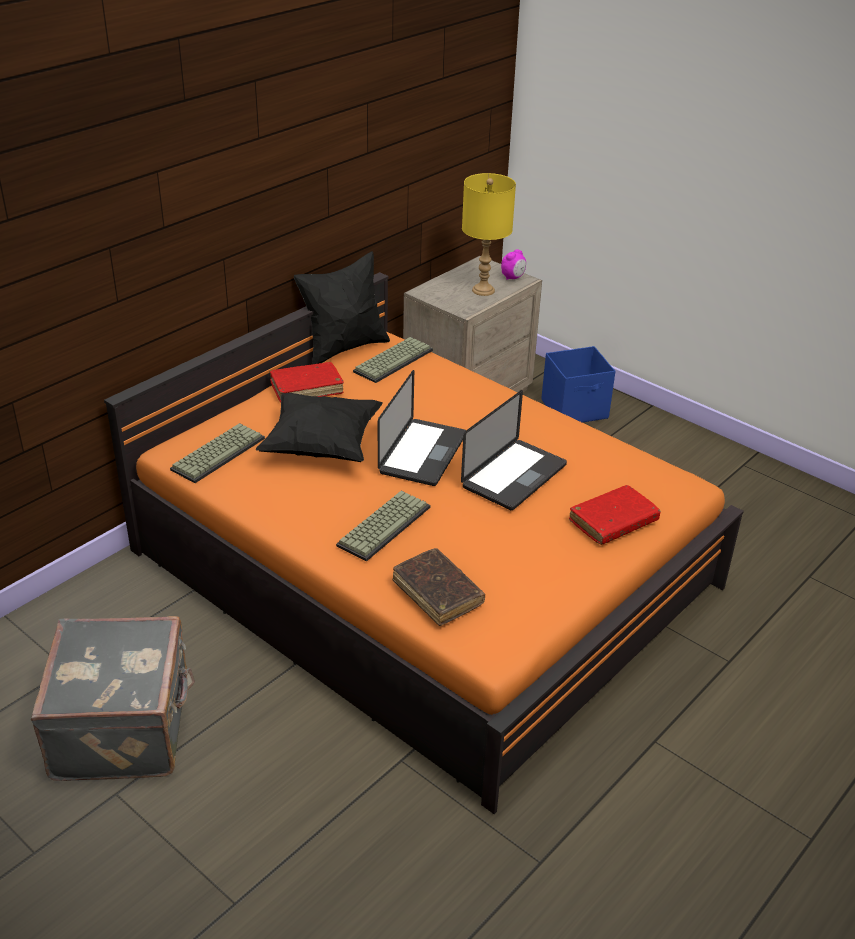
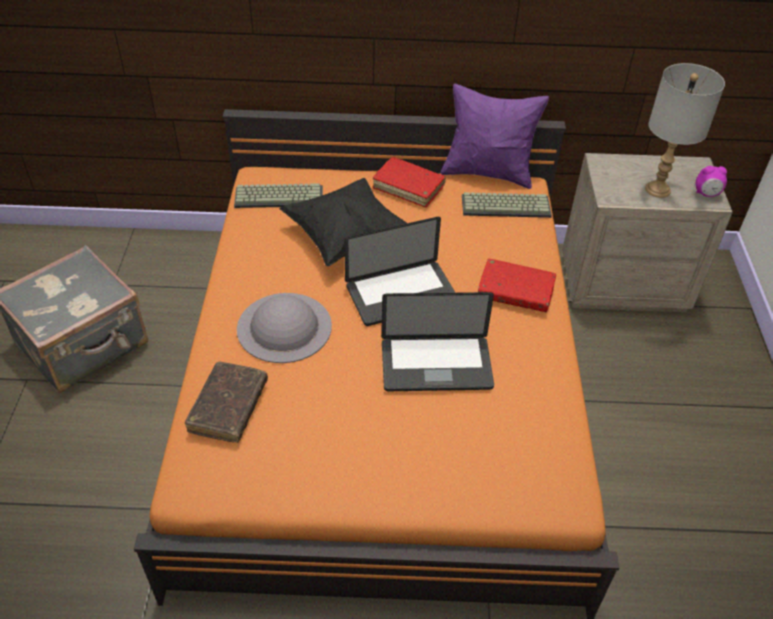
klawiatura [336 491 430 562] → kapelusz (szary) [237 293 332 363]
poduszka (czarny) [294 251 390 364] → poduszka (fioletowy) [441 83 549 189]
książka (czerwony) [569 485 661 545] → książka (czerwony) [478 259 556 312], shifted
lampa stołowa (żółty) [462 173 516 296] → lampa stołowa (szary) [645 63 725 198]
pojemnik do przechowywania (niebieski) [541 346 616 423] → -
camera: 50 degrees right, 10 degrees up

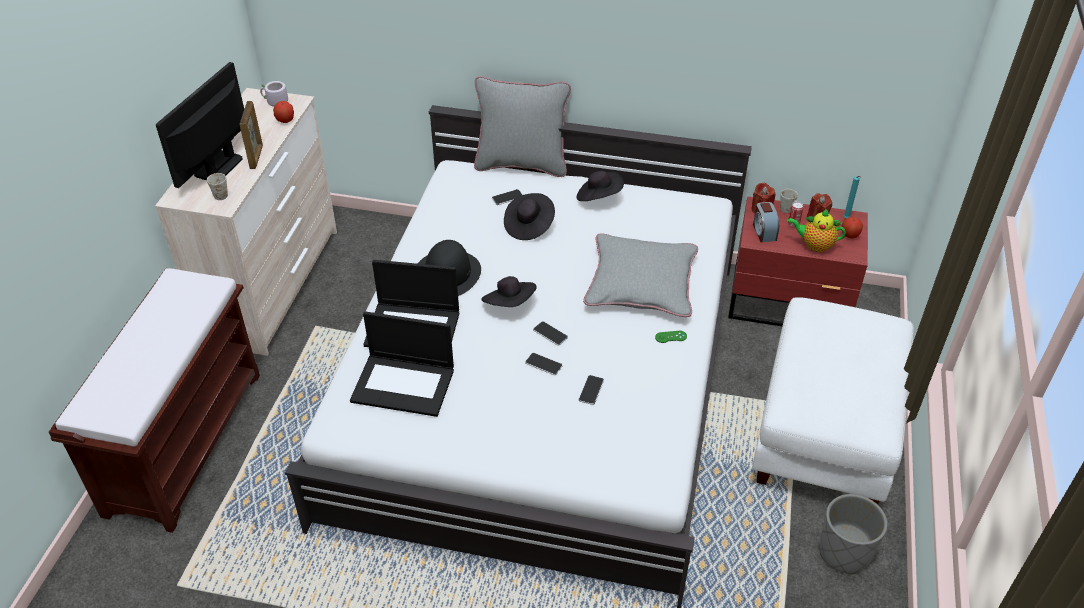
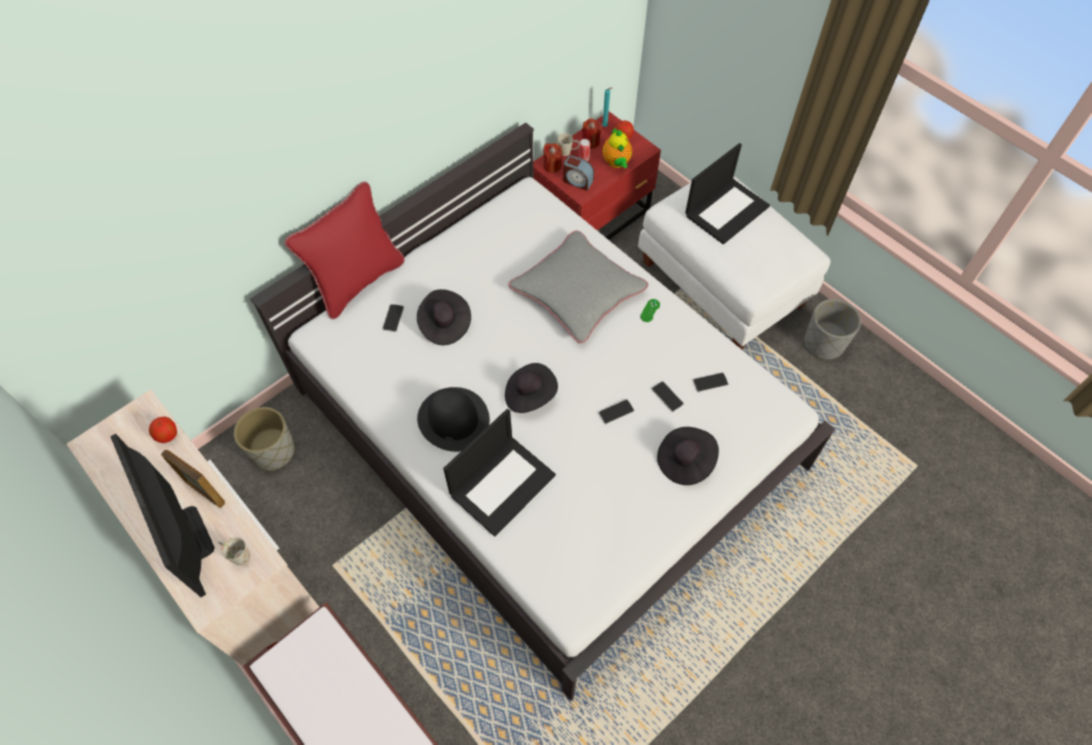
- → donica (szary) [234 407 295 471]
poduszka (szary) [474 76 571 177] → poduszka (czerwony) [285 182 405 319]
imbryk [787 209 846 252] → imbryk [602 128 632 168], 60 degrees counterclockwise
kapelusz (czarny) [577 171 624 201] → kapelusz (czarny) [657 427 719 485], shifted
laptop [350 311 454 417] → laptop [685 143 770 244], shifted
telefon [533 321 568 345] → telefon [693 373 728 392], shifted
kubek (szary) [260 81 288 107] → -
camera: 55 degrees left, 15 degrees up

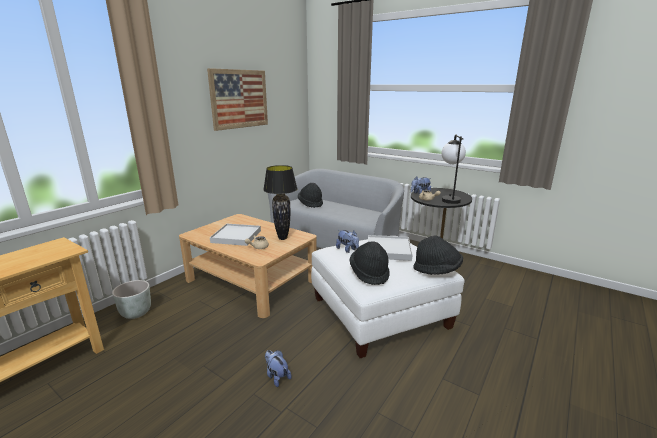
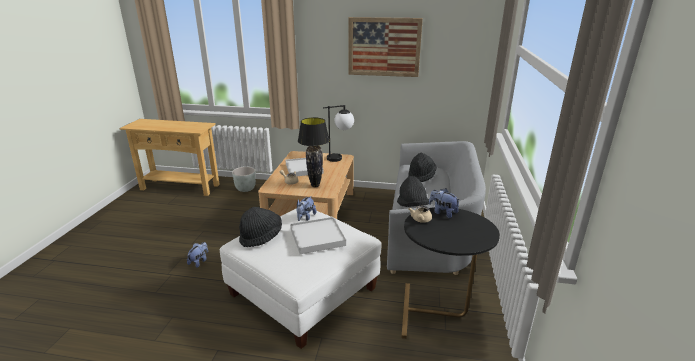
lampa stołowa [442 134 466 204] → lampa stołowa [323 105 354 162], shifted
kapelusz (czarny) [413 236 463 275] → kapelusz (czarny) [397 176 429 207], shifted
camera: 65 degrees right, 5 degrees up

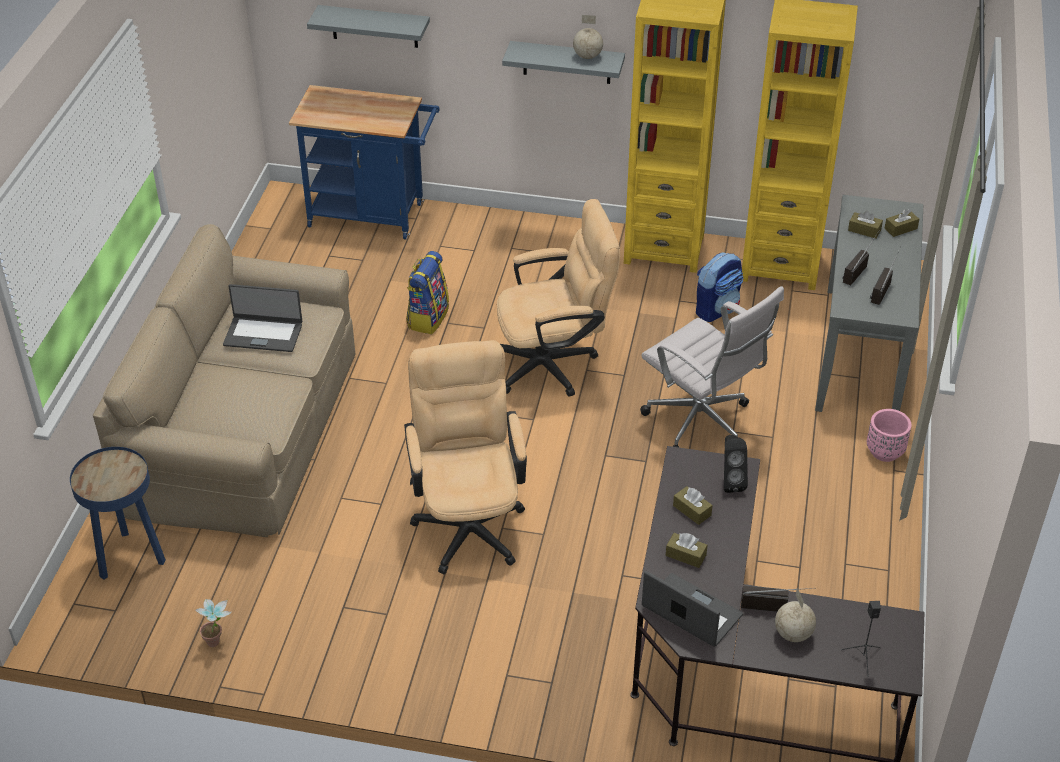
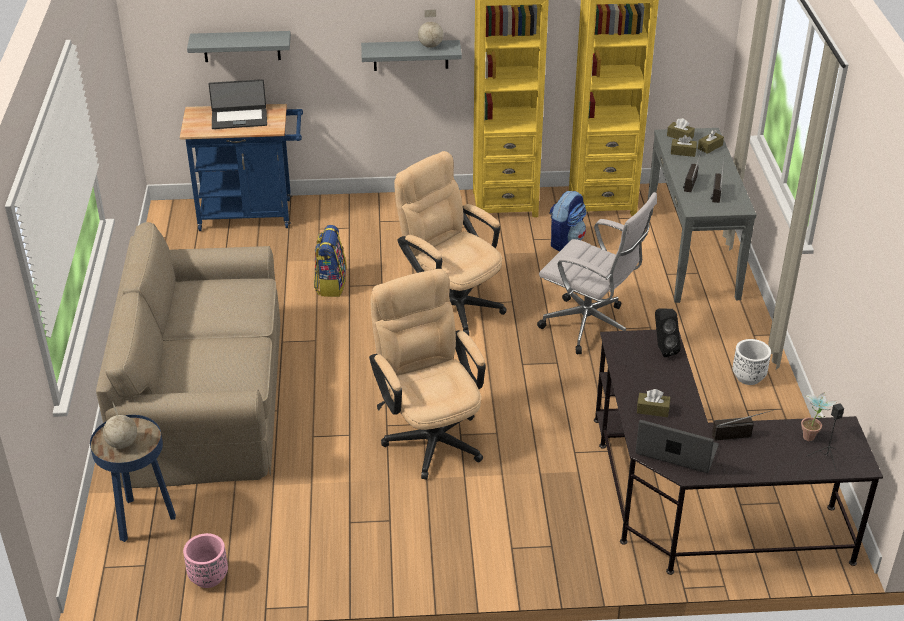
globus [775 588 816 642] → globus [103 401 137 448], shifted
donica (różowy) [867 409 912 462] → donica (różowy) [183 533 228 588], shifted
laptop [223 284 302 352] → laptop [208 79 267 129], shifted
krzesło biurowe (beżowy) [497 199 620 397] → krzesło biurowe (beżowy) [394 151 507 336], 105 degrees counterclockwise
pudełko chusteczek (brązowy) [673 486 712 525] → pudełko chusteczek (brązowy) [667 118 695 139], shifted
- → donica (biały) [733 339 771 385]
roślina doniczkowa [196 599 231 647] → roślina doniczkowa [801 392 837 441], shifted
camera: 15 degrees left, 5 degrees down

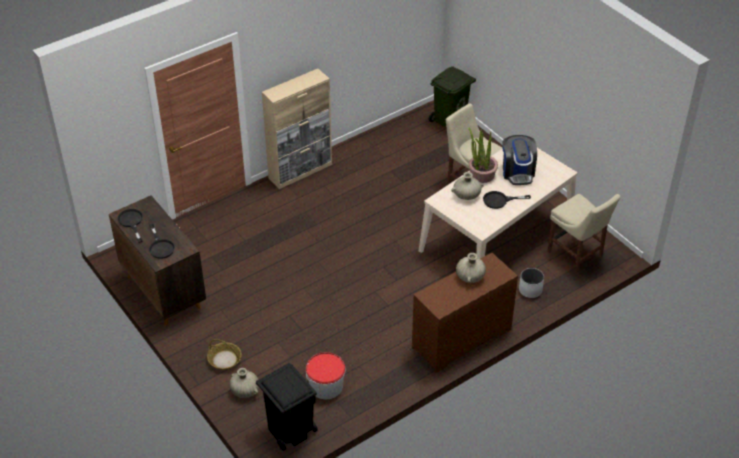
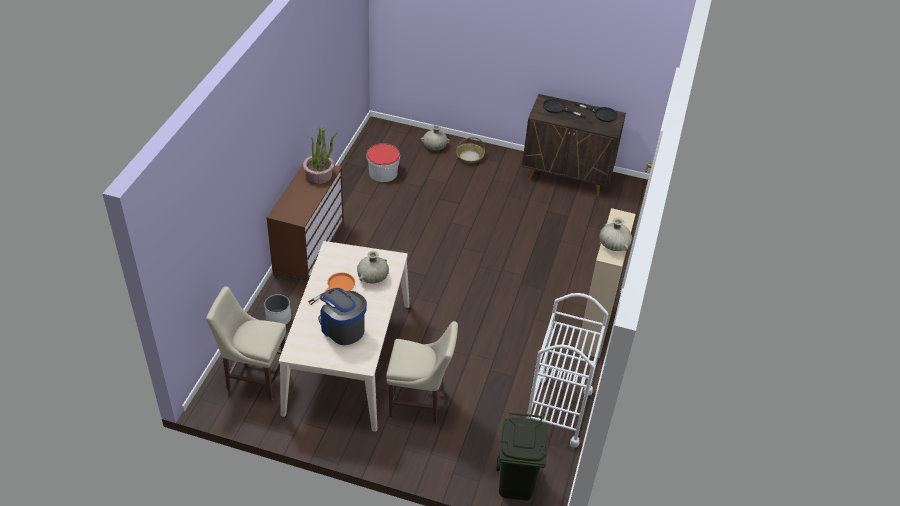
roślina doniczkowa [469 128 498 183] → roślina doniczkowa [303 125 338 184], shifted
patelnia (czarny) [483 191 531 209] → patelnia (pomarańczowy) [308 272 355 305]
- → wózek (biały) [527 293 608 447]
wazon (beżowy) [456 253 486 283] → wazon (beżowy) [599 217 632 251], shifted
kosz na śmieci (czarny) [256 363 318 451] → -
camera: 140 degrees right, 0 degrees up

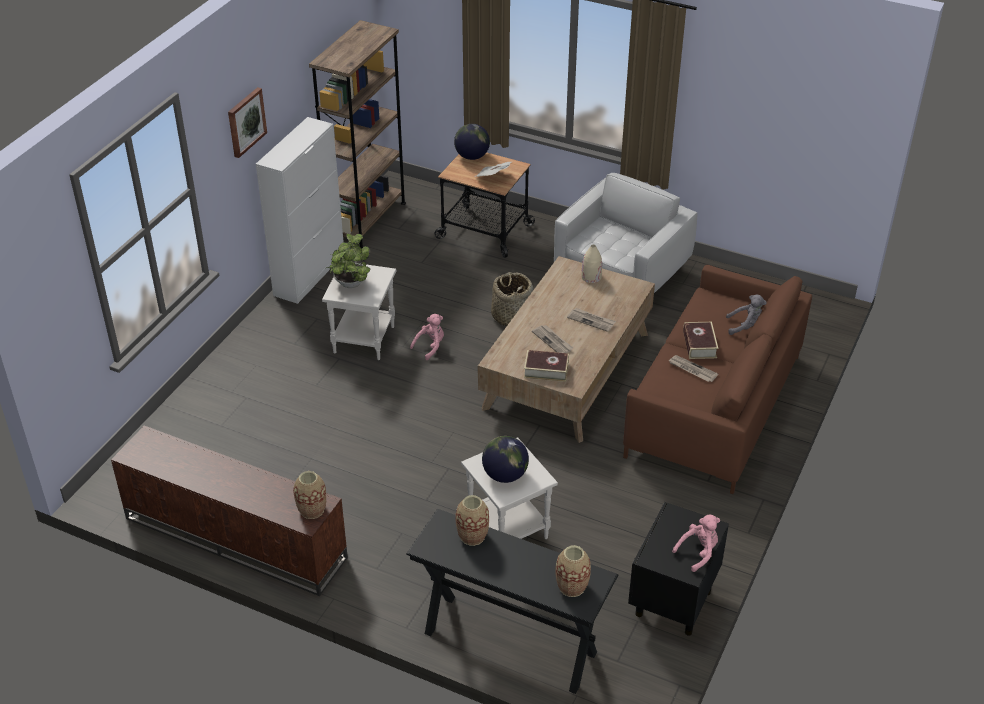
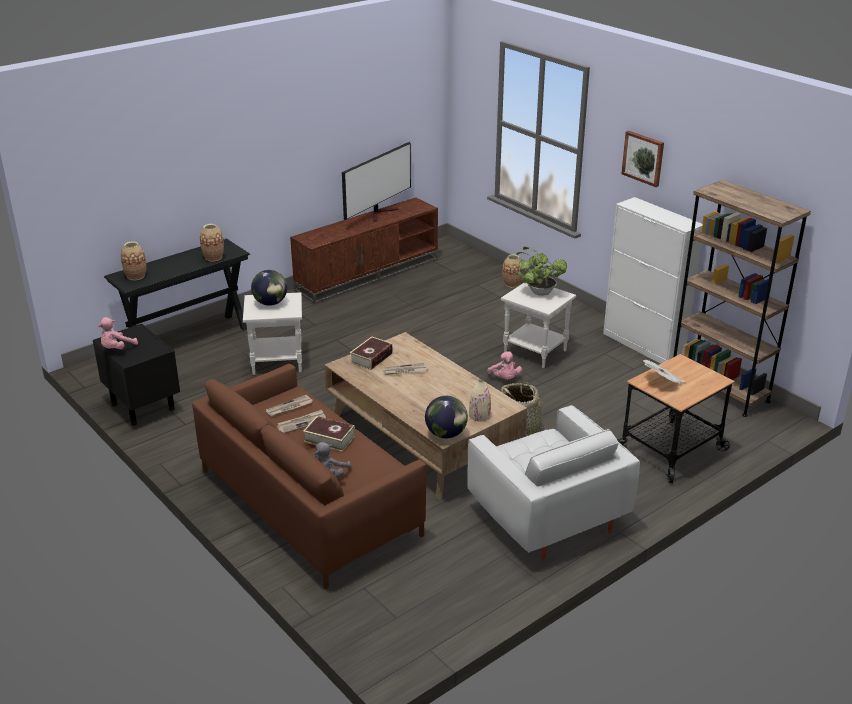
pluszak (różowy) [672 515 720 572] → pluszak (różowy) [98 317 138 349], 45 degrees clockwise
gazeta [567 308 616 332] → gazeta [266 395 313 417], shifted
- → telewizor [342 142 411 221]
globus [454 124 490 160] → globus [425 396 468 439], shifted
wazon [293 471 326 519] → wazon [503 254 523 287], shifted
camera: 115 degrees right, 10 degrees down

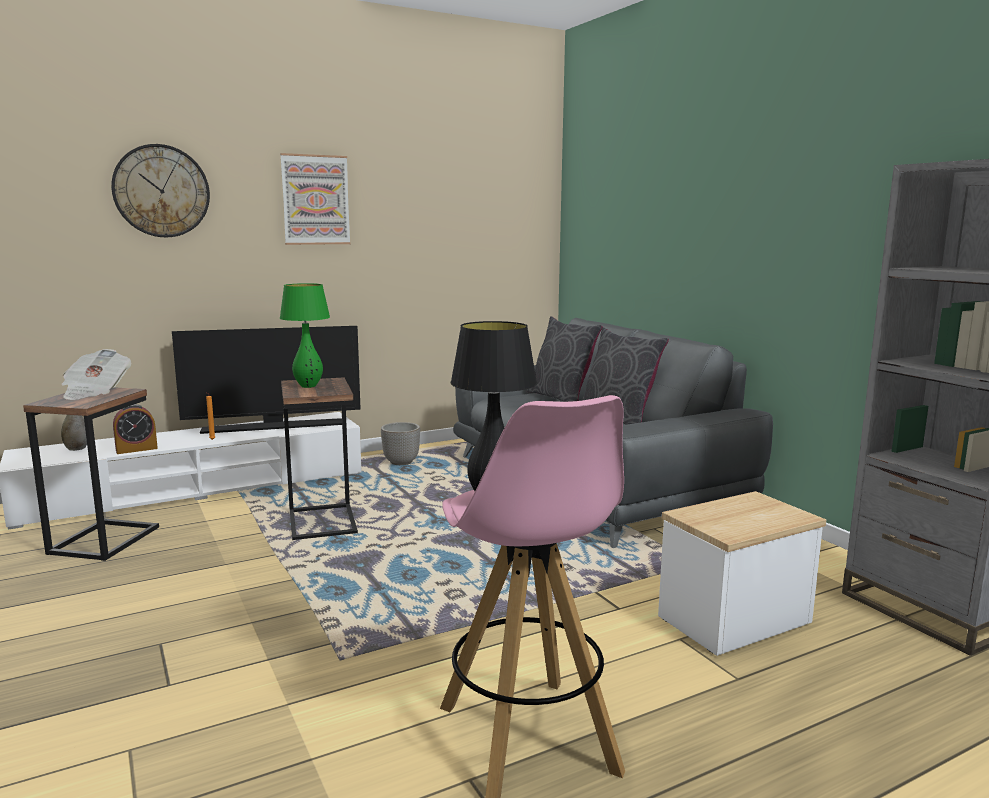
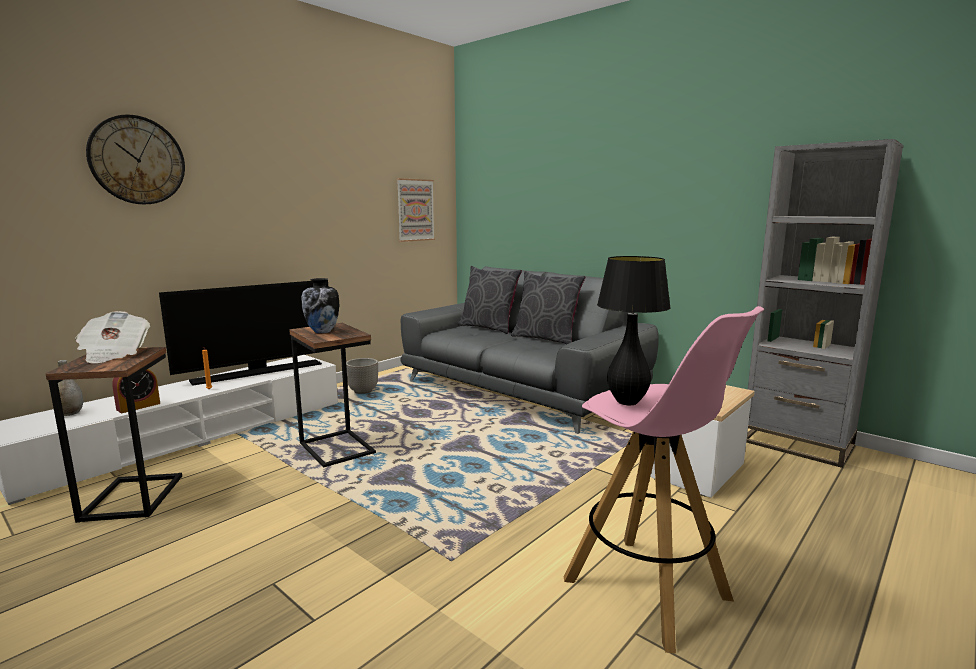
lampa stołowa (zielony) [280 283 330 388] → wazon [301 278 340 334]
obraz [280 153 351 245] → obraz [397 178 435 242], shifted
camera: 20 degrees left, 0 degrees up

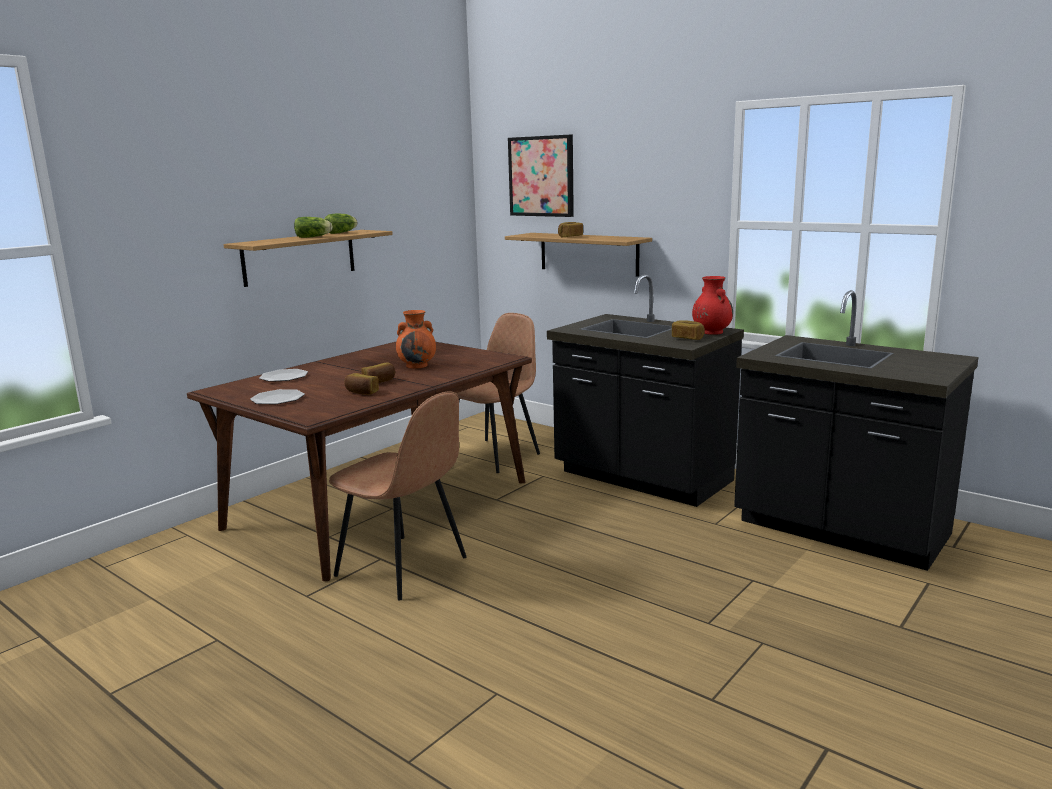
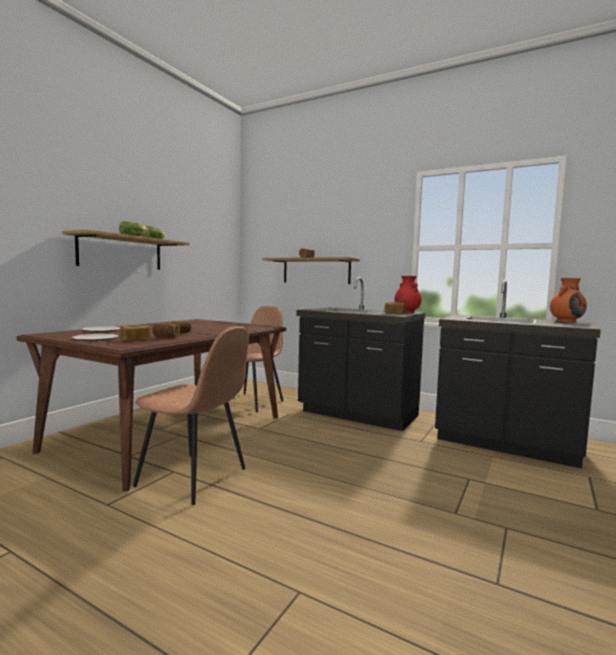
- → chleb [119 325 150 341]
wazon (pomarańczowy) [396 310 436 369] → wazon (pomarańczowy) [550 278 587 323], shifted
obraz [508 135 574 217] → -
camera: 10 degrees left, 10 degrees down

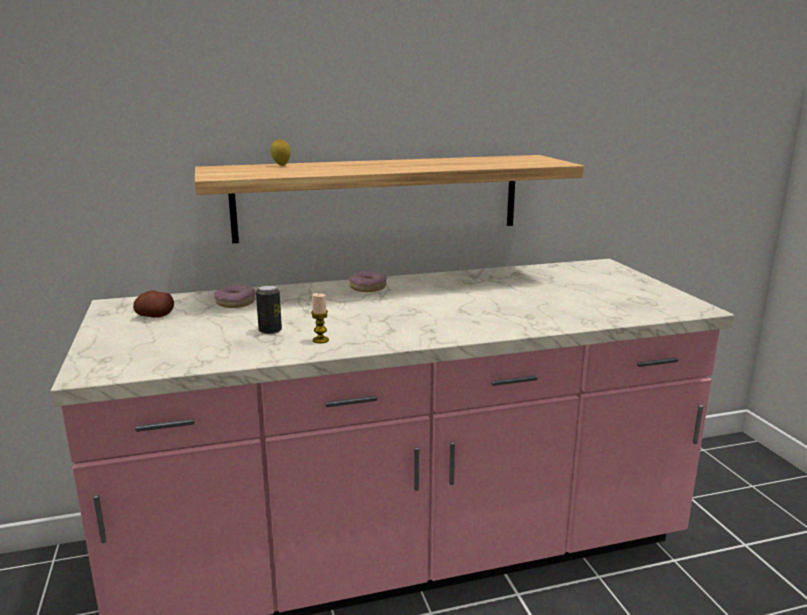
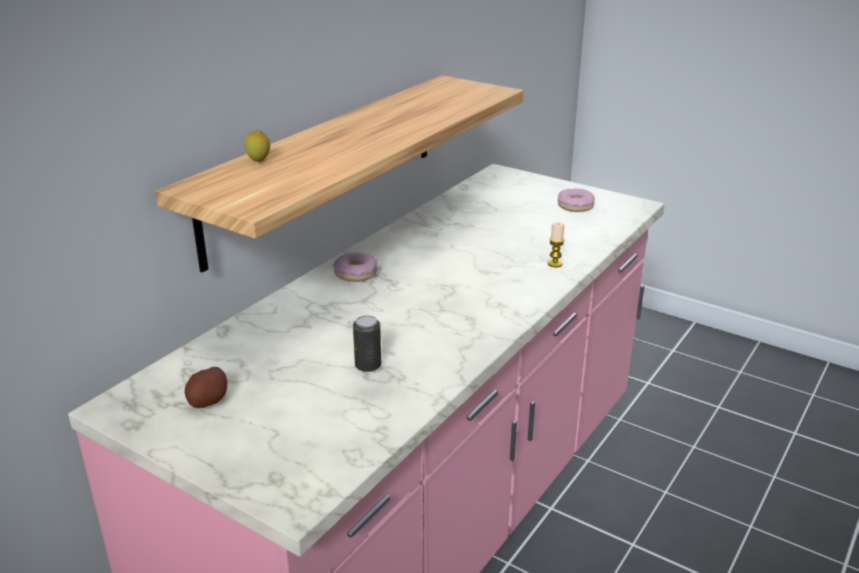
świeca [311 293 329 343] → świeca [548 222 565 267], shifted
donut [215 284 256 308] → donut [558 189 595 212], shifted
camera: 40 degrees left, 10 degrees up

